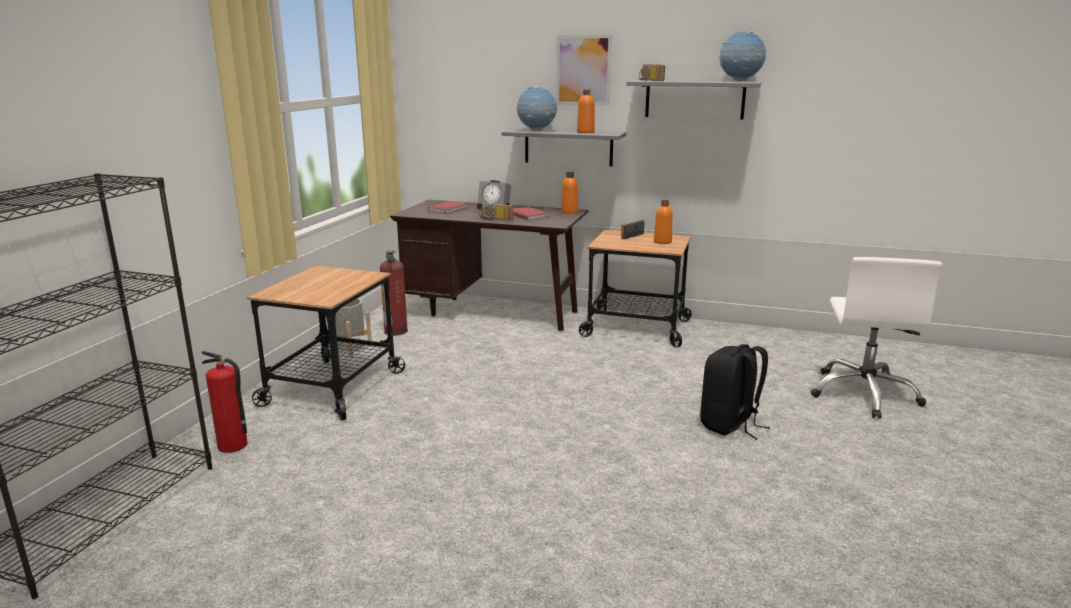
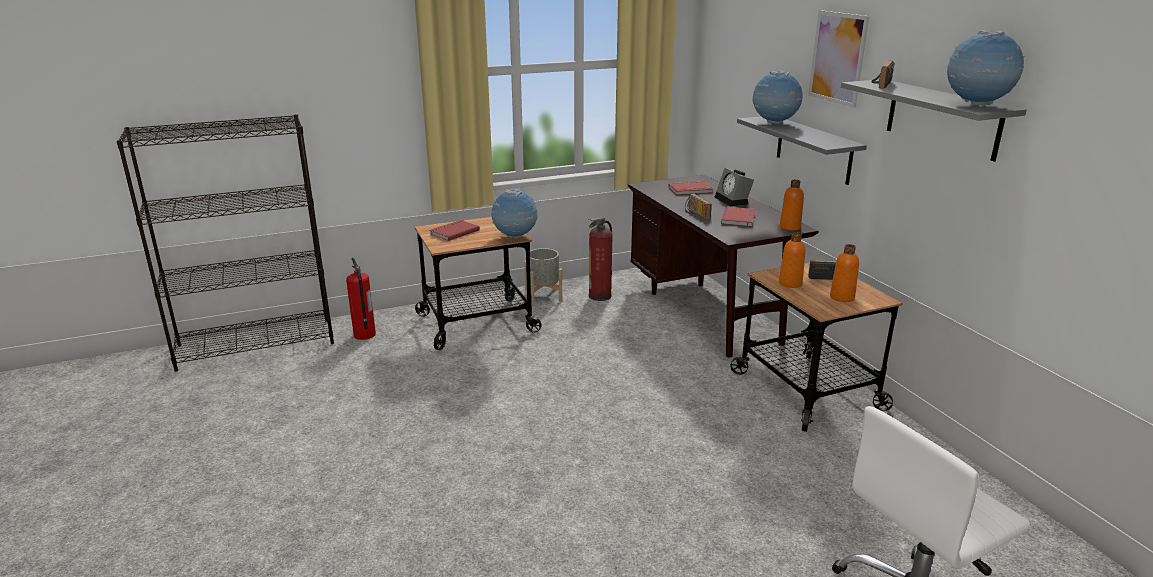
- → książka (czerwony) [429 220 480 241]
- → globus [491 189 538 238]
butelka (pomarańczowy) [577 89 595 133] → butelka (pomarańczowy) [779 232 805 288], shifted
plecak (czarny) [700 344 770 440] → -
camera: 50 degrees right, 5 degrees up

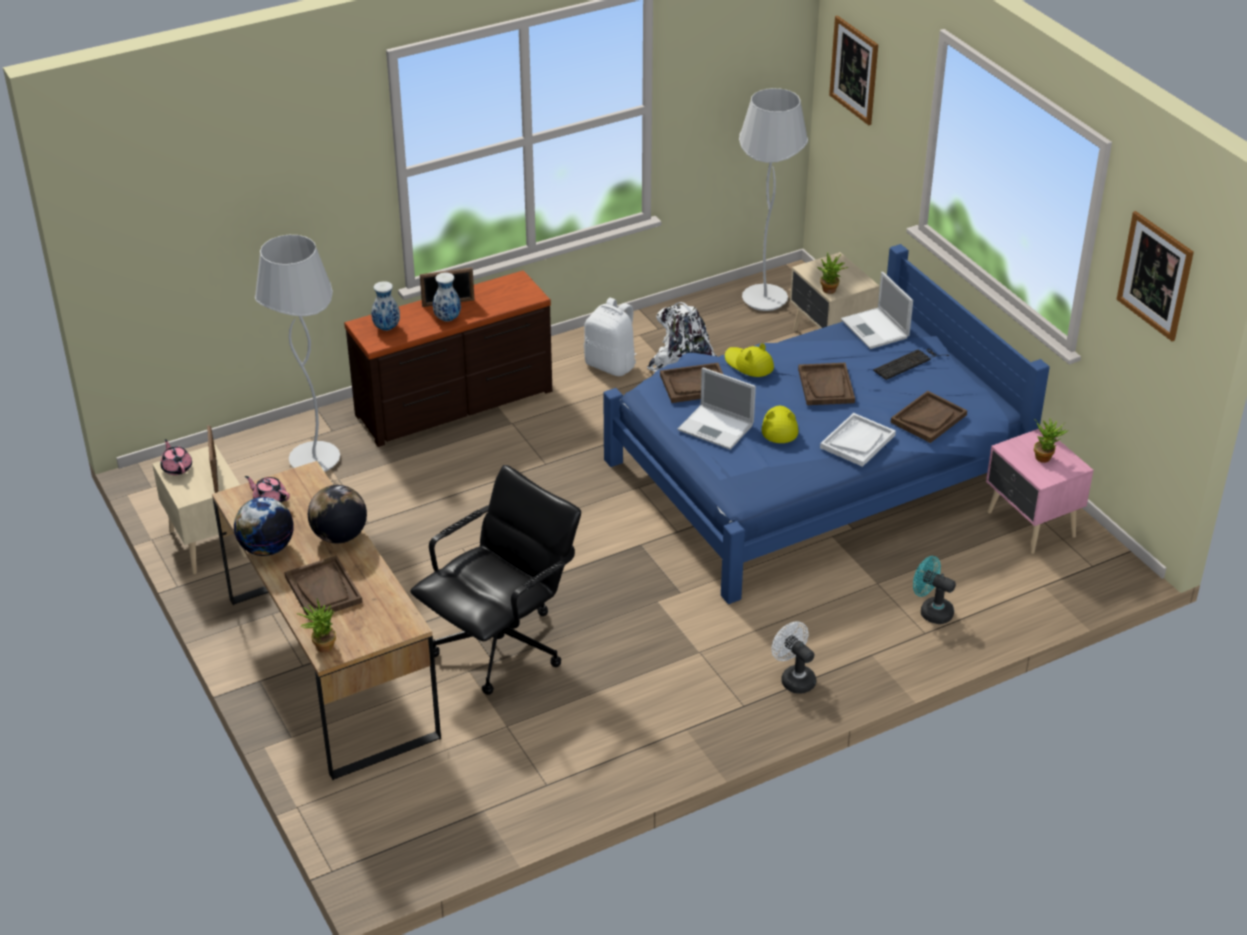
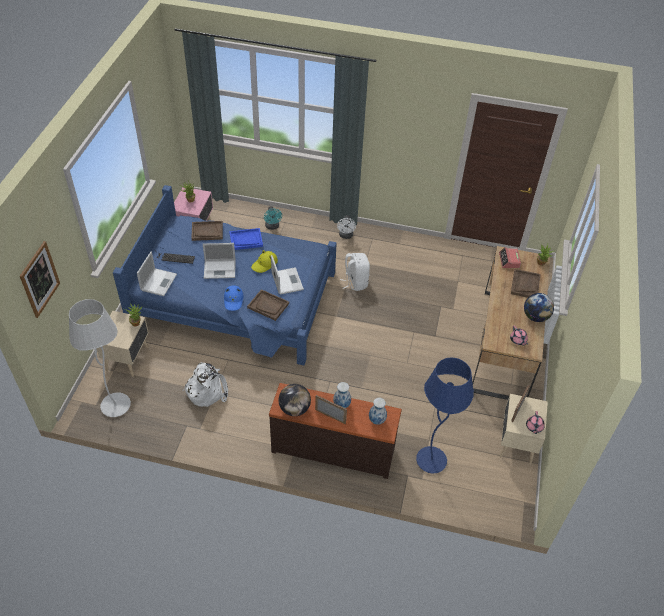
taca (brązowy) [798 363 855 405] → laptop [203 243 236 279]
kapelusz (żółty) [725 343 774 377] → kapelusz (niebieski) [224 285 243 311]
taca (biały) [820 413 896 467] → taca (niebieski) [229 228 263 250]
globus [308 485 367 544] → globus [278 384 311 416], shifted
plecak (biały) [584 298 637 376] → plecak (biały) [340 253 370 291], shifted
lampa stojąca (biały) [255 235 340 472] → lampa stojąca (niebieski) [416 357 474 474]
- → budzik [499 247 521 268]
krzesło biurowe (czarny) [410 465 581 695] → -
obraz [1116 211 1194 341] → -
camera: 140 degrees left, 10 degrees up

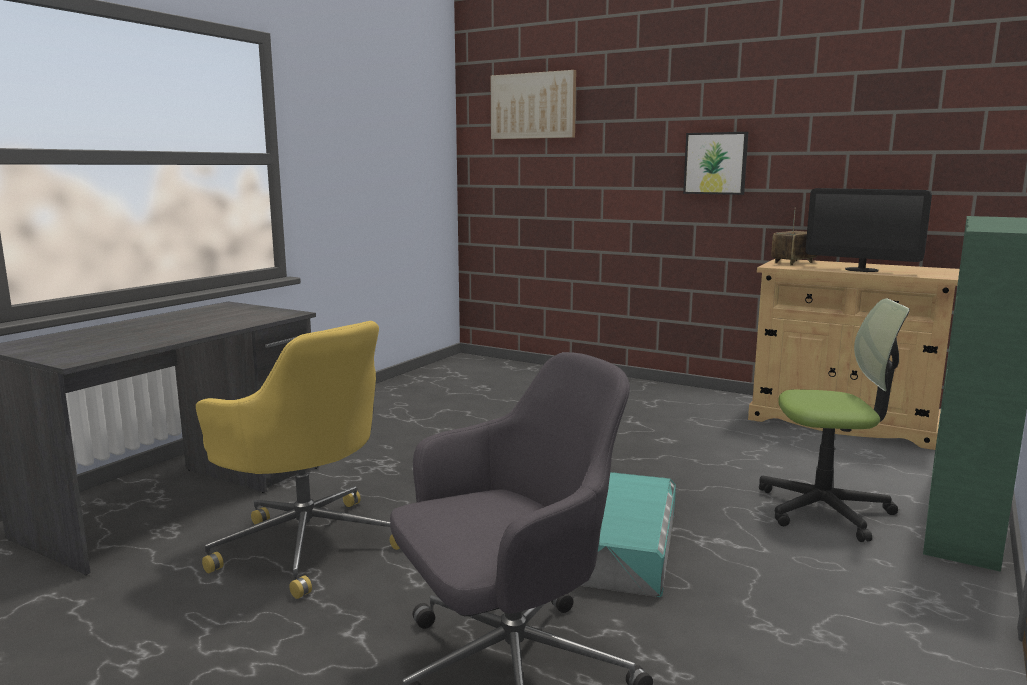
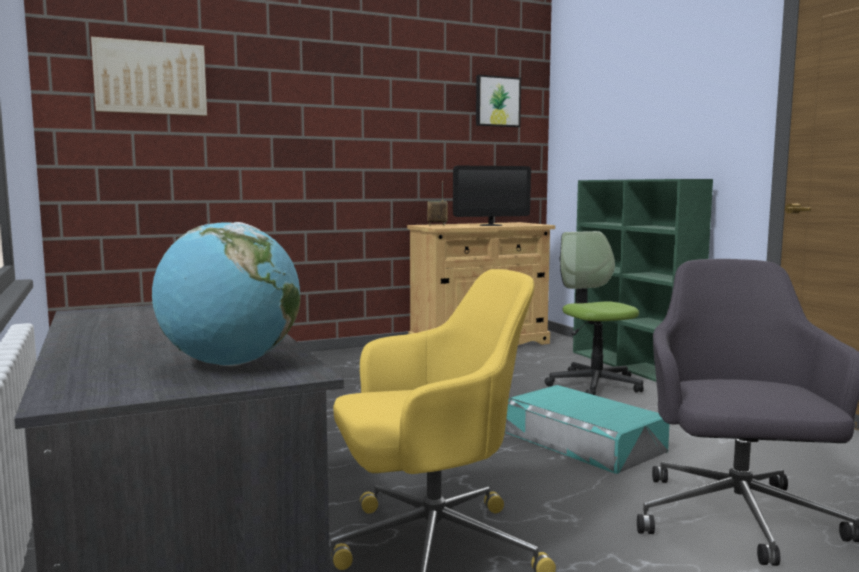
- → globus [152 222 300 366]
obraz [683 132 748 195] → obraz [476 75 521 127], shifted
krzesło biurowe [759 298 910 542] → krzesło biurowe [545 231 644 395], 60 degrees counterclockwise
camera: 55 degrees left, 5 degrees down

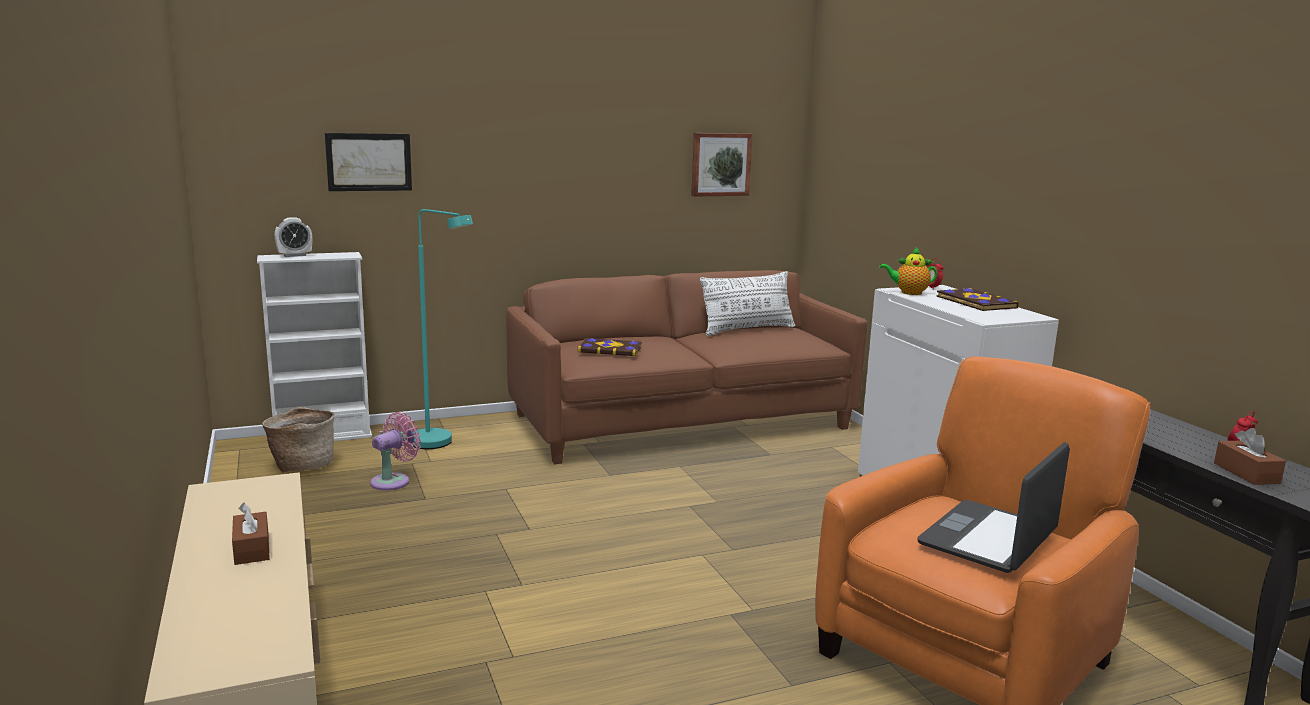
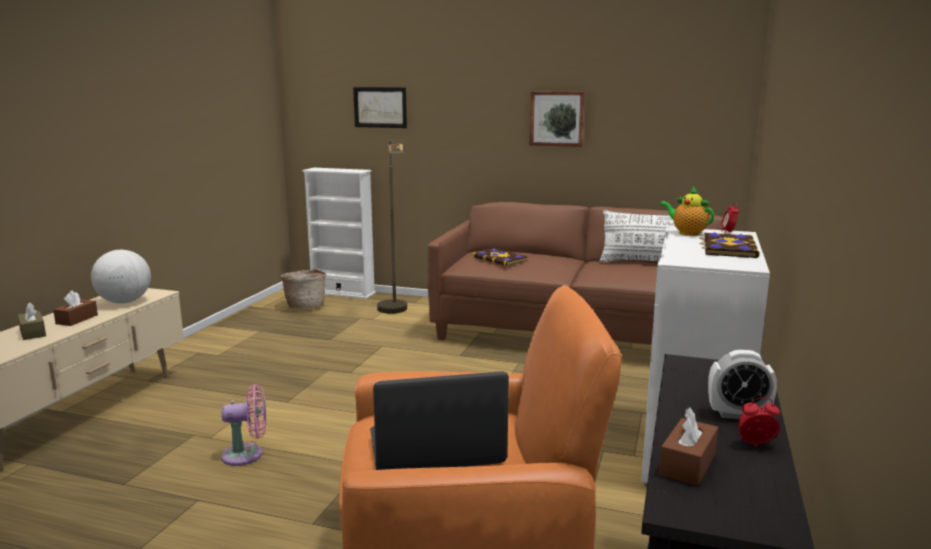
- → pudełko chusteczek (brązowy) [18 302 46 340]
- → globus [91 250 151 304]
wentylator (różowy) [370 412 421 491] → wentylator (różowy) [221 384 266 466], shifted
lampa stojąca (turkusowy) [412 209 473 449] → lampa stojąca (brązowy) [377 140 407 314]
obraz [691 133 753 196] → obraz [530 91 585 147], shifted
budzik [275 217 312 257] → budzik [708 350 777 419], shifted
camera: 40 degrees right, 0 degrees up

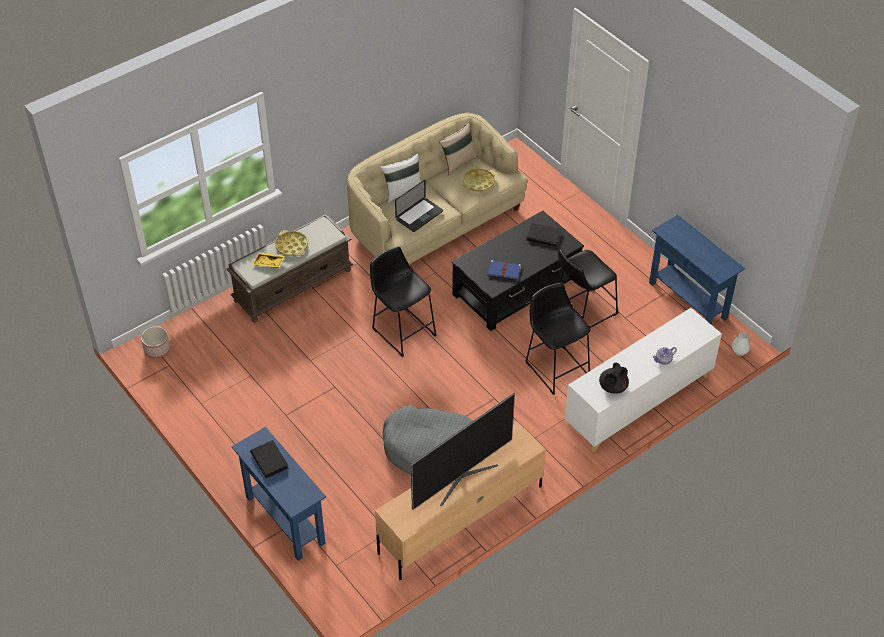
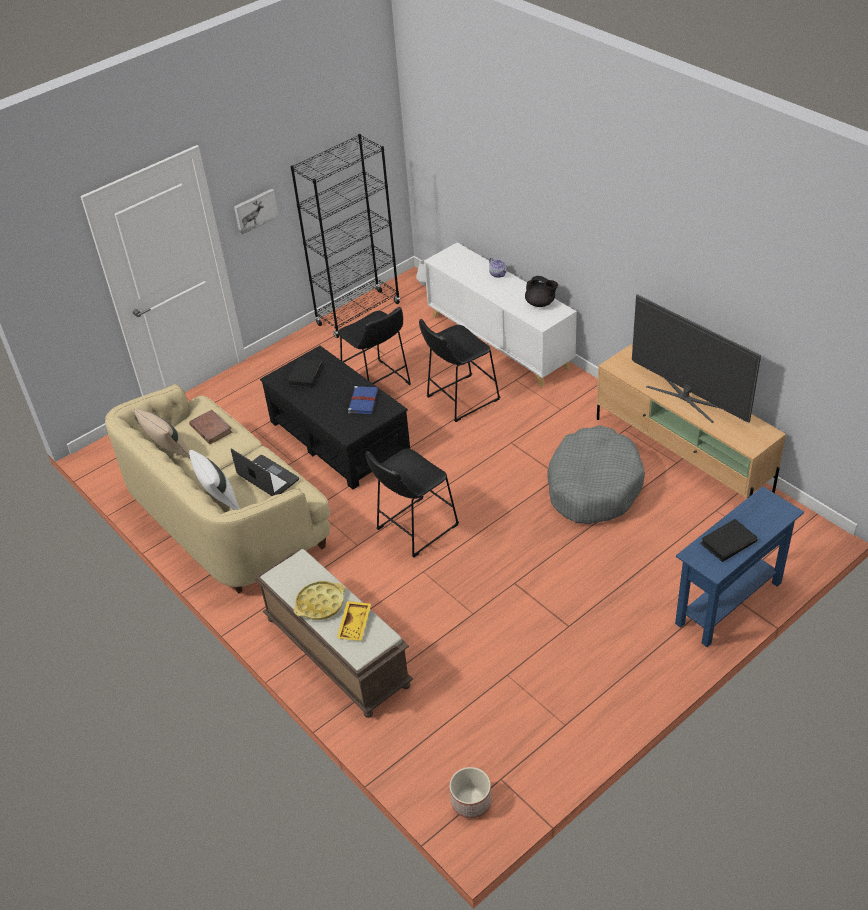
taca (żółty) [463 168 495 192] → książka (brązowy) [189 410 232 444]
- → obraz [234 189 279 235]
stolik konsolowy (niebieski) [649 215 745 325] → regał (czarny) [290 134 400 338]
camera: 90 degrees left, 5 degrees down

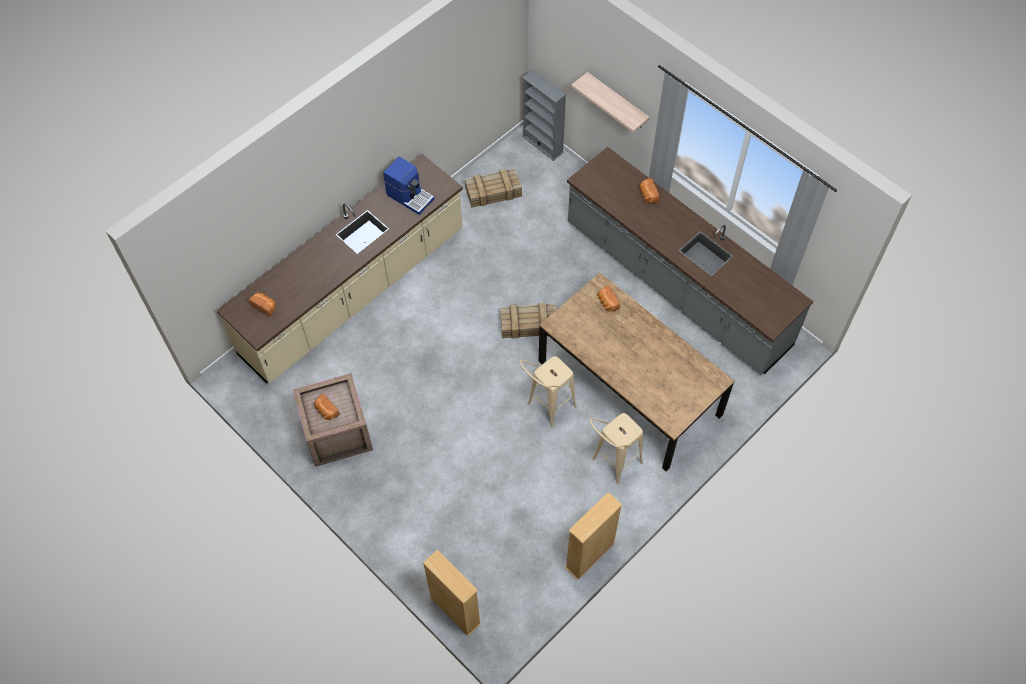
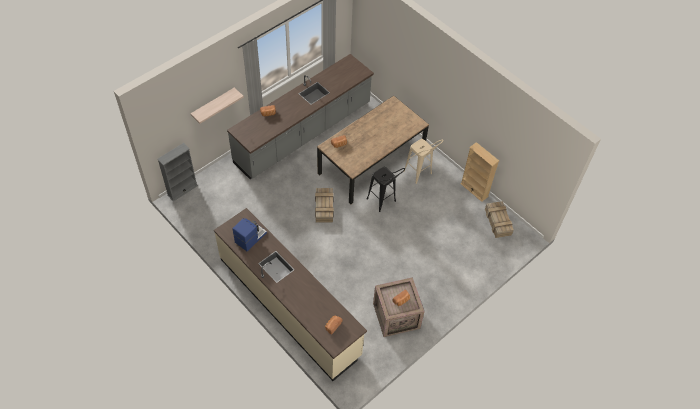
stołek (beżowy) [520 356 577 427] → stołek (czarny) [367 167 405 212]
skrzynka [465 168 522 208] → skrzynka [485 201 514 238], shifted
regał (beżowy) [423 550 482 636] → -
camera: 90 degrees left, 5 degrees down

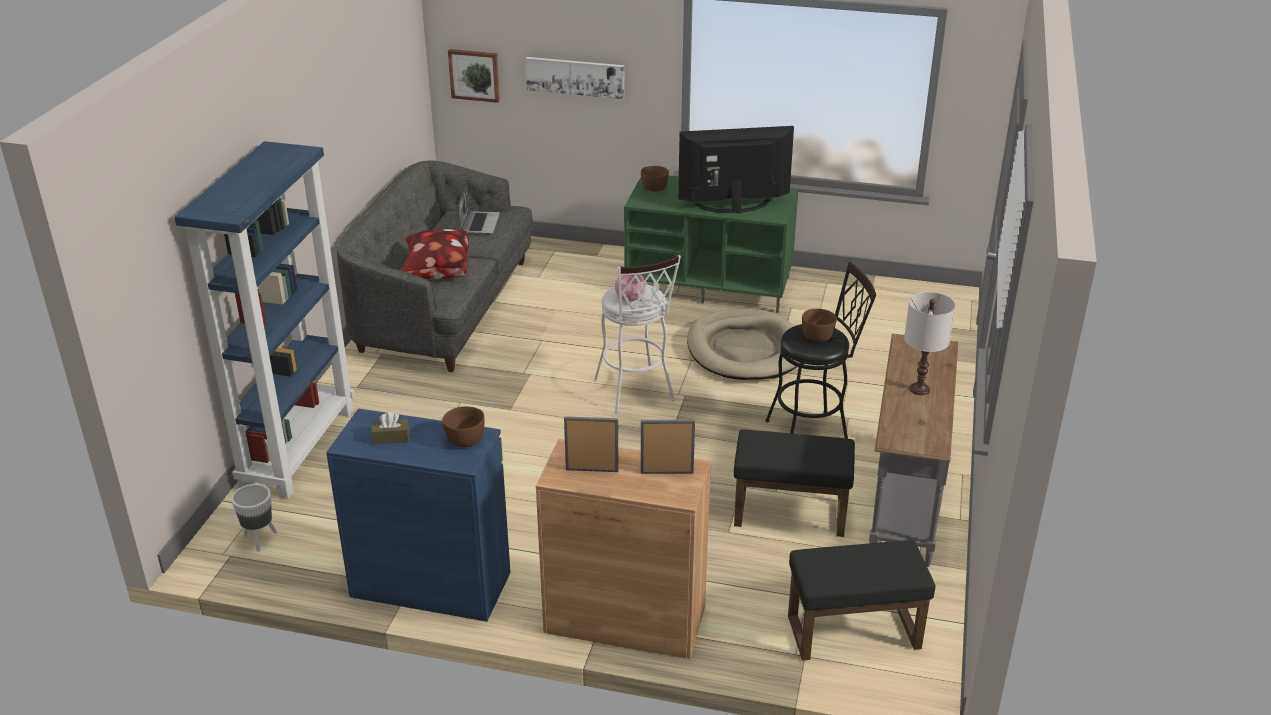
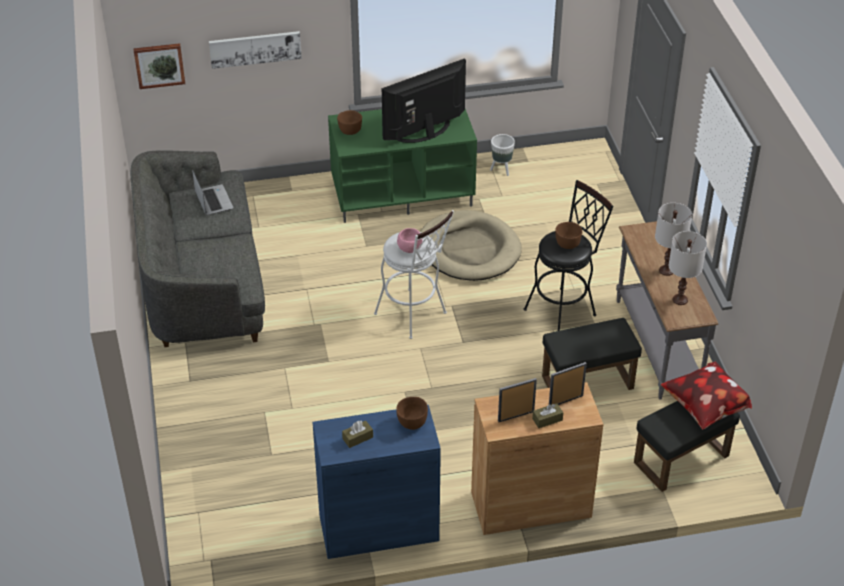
donica (biały) [231 484 277 552] → donica (biały) [490 134 515 176], shifted
- → pudełko chusteczek (brązowy) [532 403 563 428]
poduszka [401 229 469 279] → poduszka [661 362 752 430], shifted
- → lampa stołowa (biały) [669 231 707 305]
regał (niebieski) [174 141 355 499] → -
camera: 25 degrees left, 10 degrees up

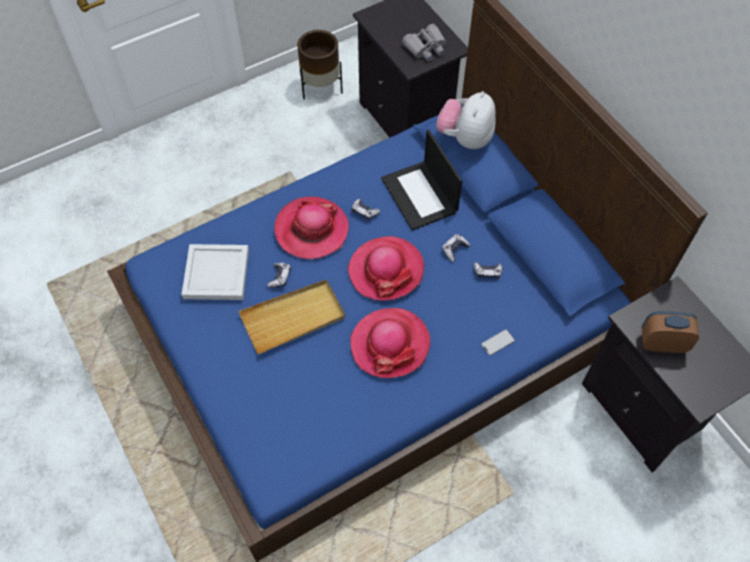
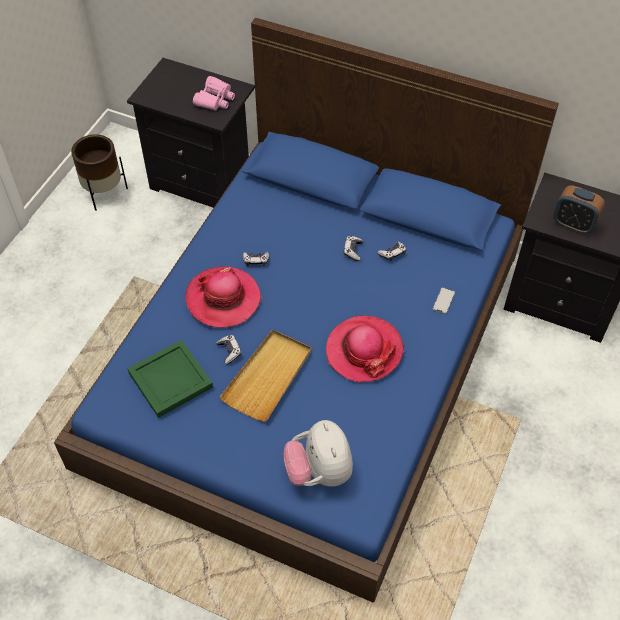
taca (biały) [181 244 249 300] → taca (zielony) [127 340 213 418]
lornetka (szary) [402 24 447 61] → lornetka (różowy) [193 76 235 111]
pluszak [436 91 495 149] → pluszak [283 420 353 487], shifted
budzik [642 311 699 353] → budzik [554 185 605 234], 120 degrees counterclockwise
kapelusz [347 236 424 301] → -
laptop [381 130 462 231] → -
camera: 35 degrees left, 5 degrees down

